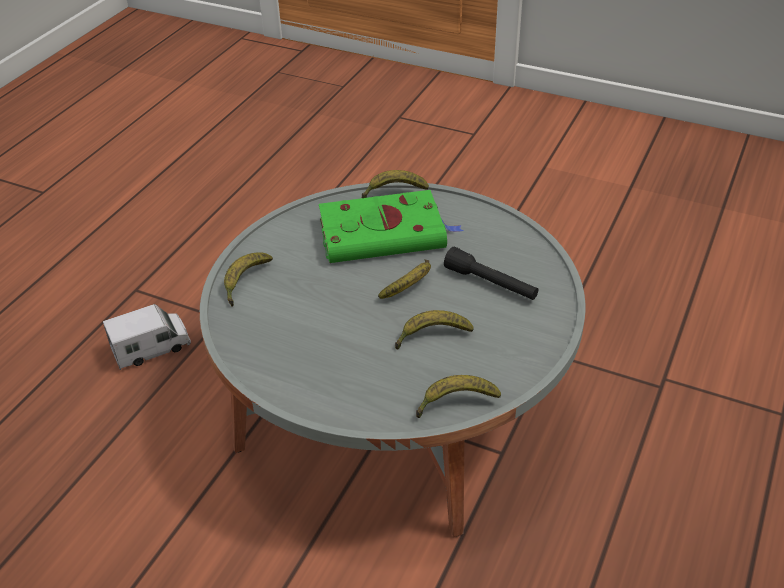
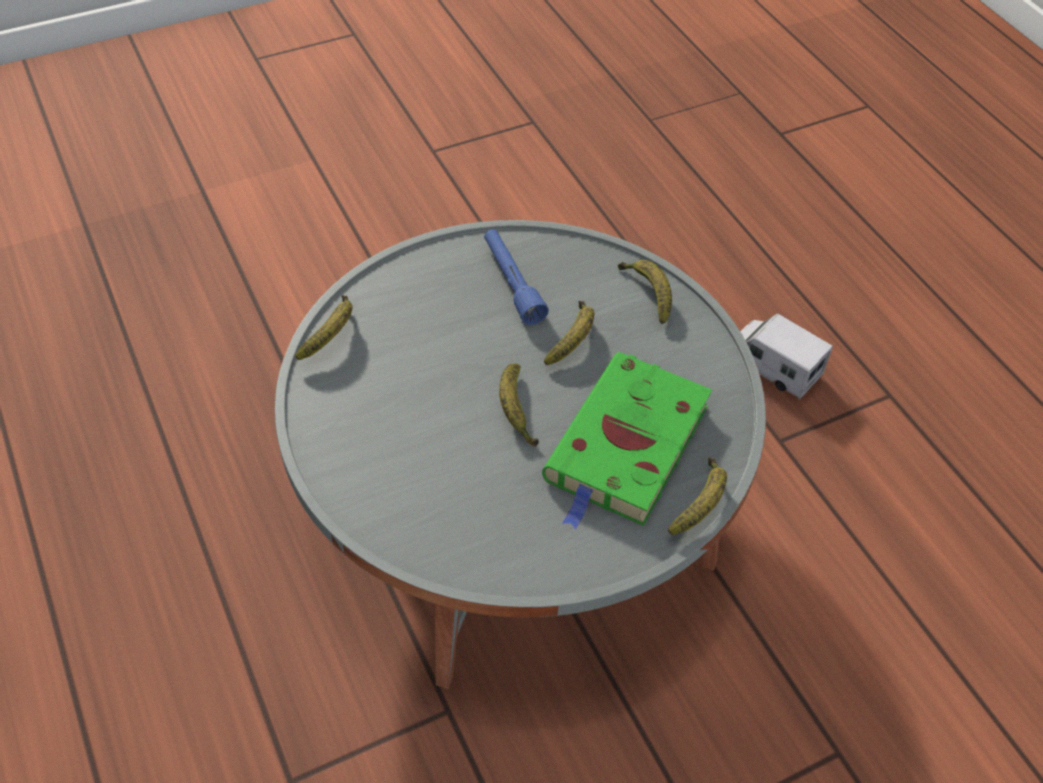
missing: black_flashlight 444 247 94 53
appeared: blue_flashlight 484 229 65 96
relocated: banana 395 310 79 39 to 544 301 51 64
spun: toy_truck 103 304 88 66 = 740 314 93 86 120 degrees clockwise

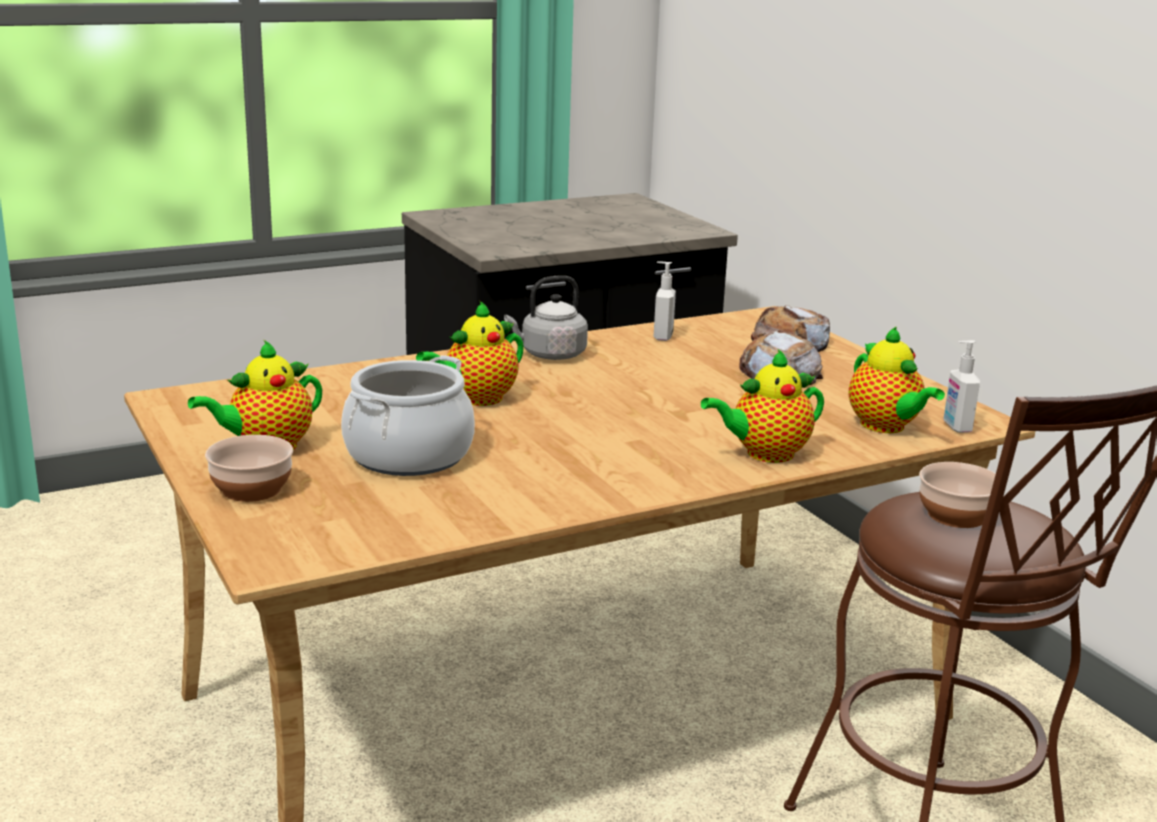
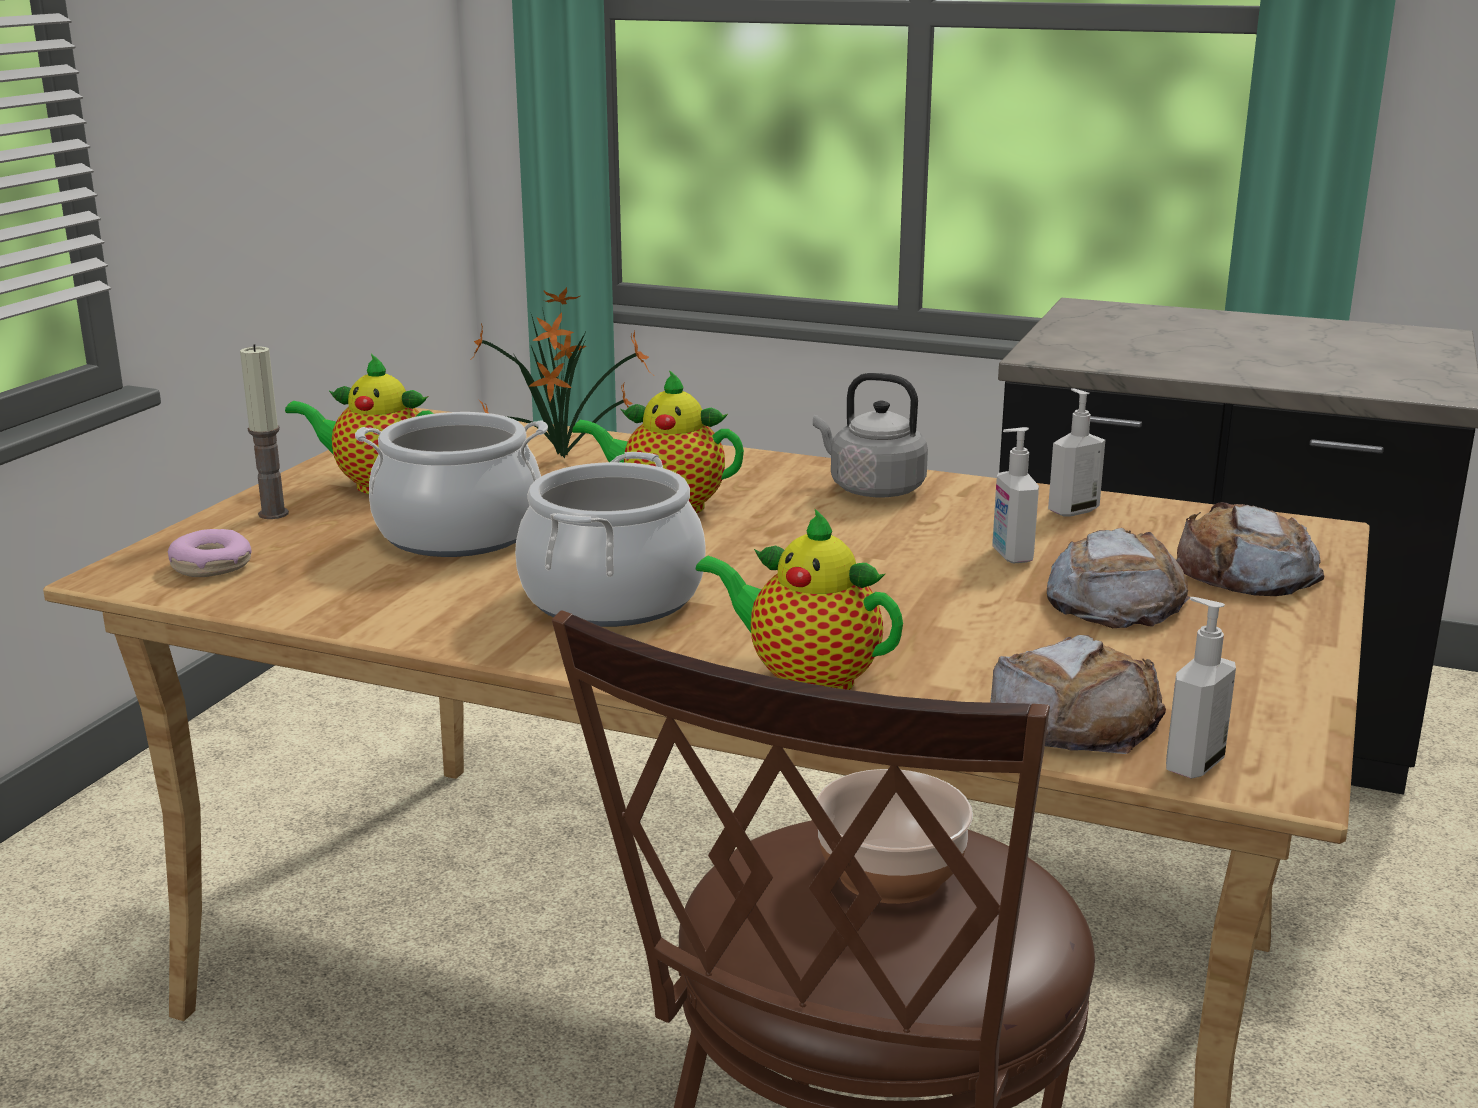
appeared: potted_plant 472 287 181 171; soap_dispenser 992 427 47 137; cooking_pot 515 452 190 175; donut 168 529 84 48
exchanged: teapot 849 327 96 106 to bread 990 635 176 119; bowl 205 435 88 67 to candle 240 344 49 175

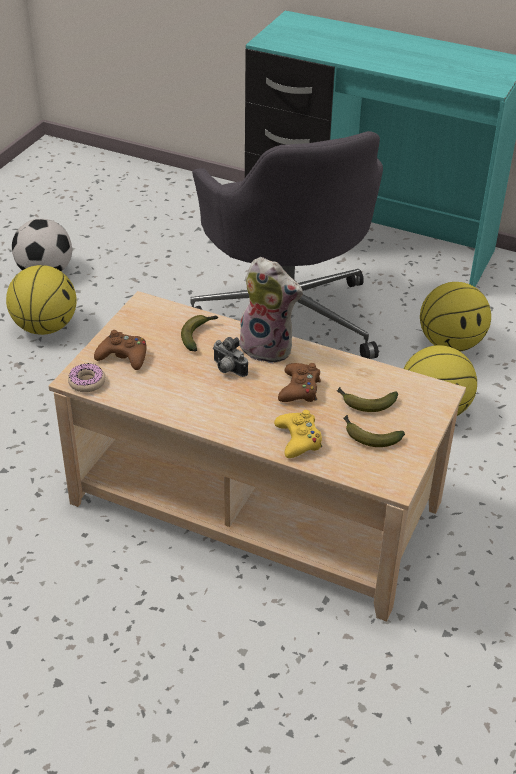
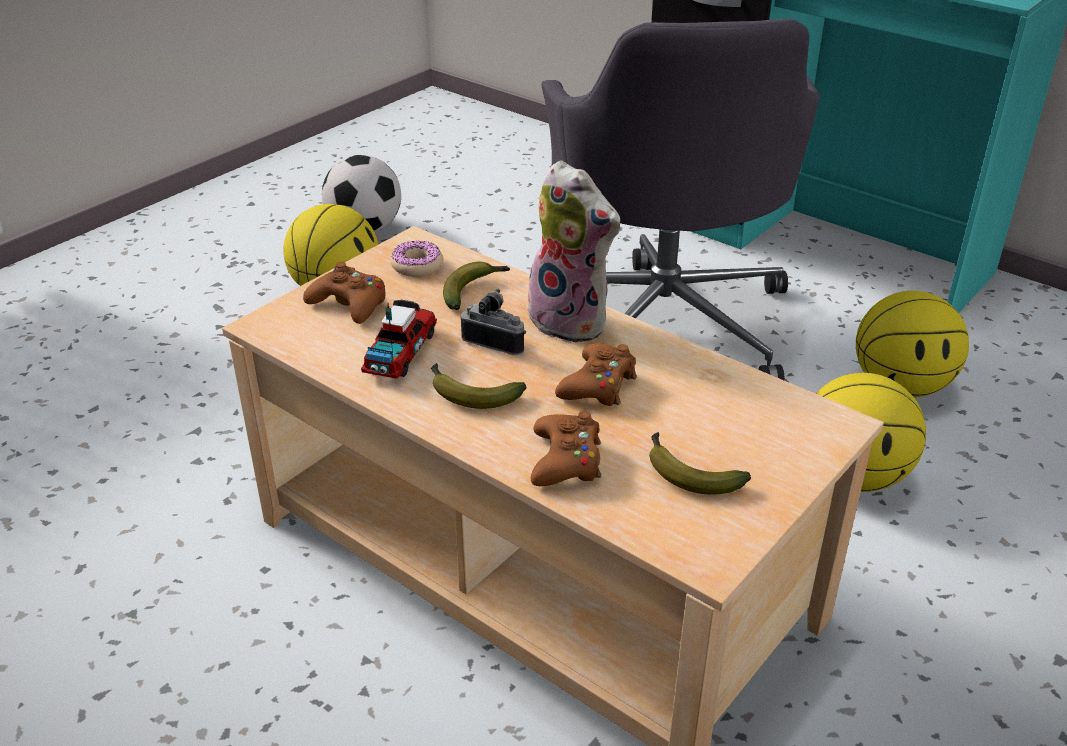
appeared: toy_truck 361 300 76 79
relocated: donut 68 363 38 29 to 390 241 53 36; banana 337 387 61 25 to 431 363 95 46
colour: yellow_game_controller 274 410 48 48 to brown_game_controller 531 411 70 75
spun: photo_camera 213 337 35 40 = 461 289 65 66 150 degrees clockwise

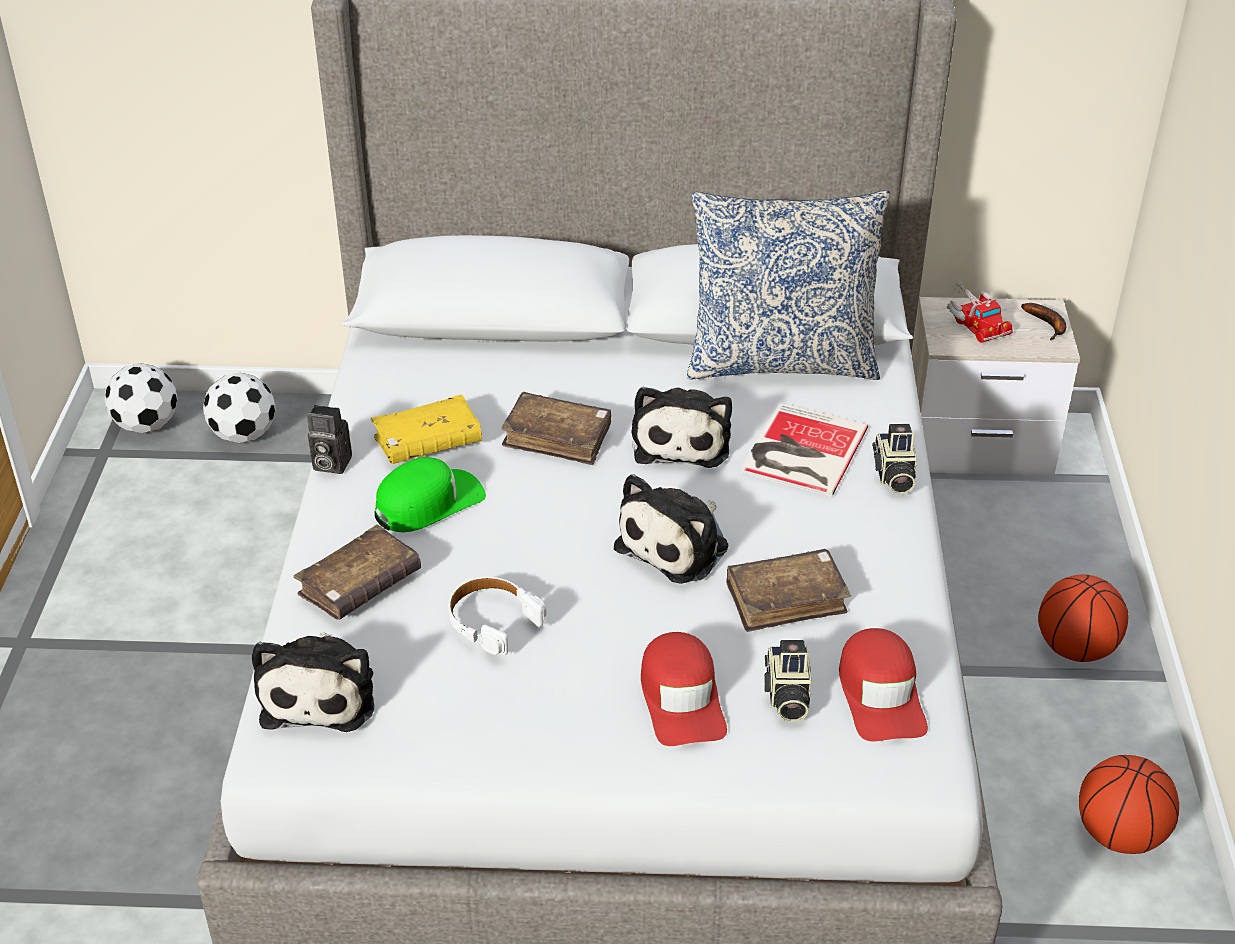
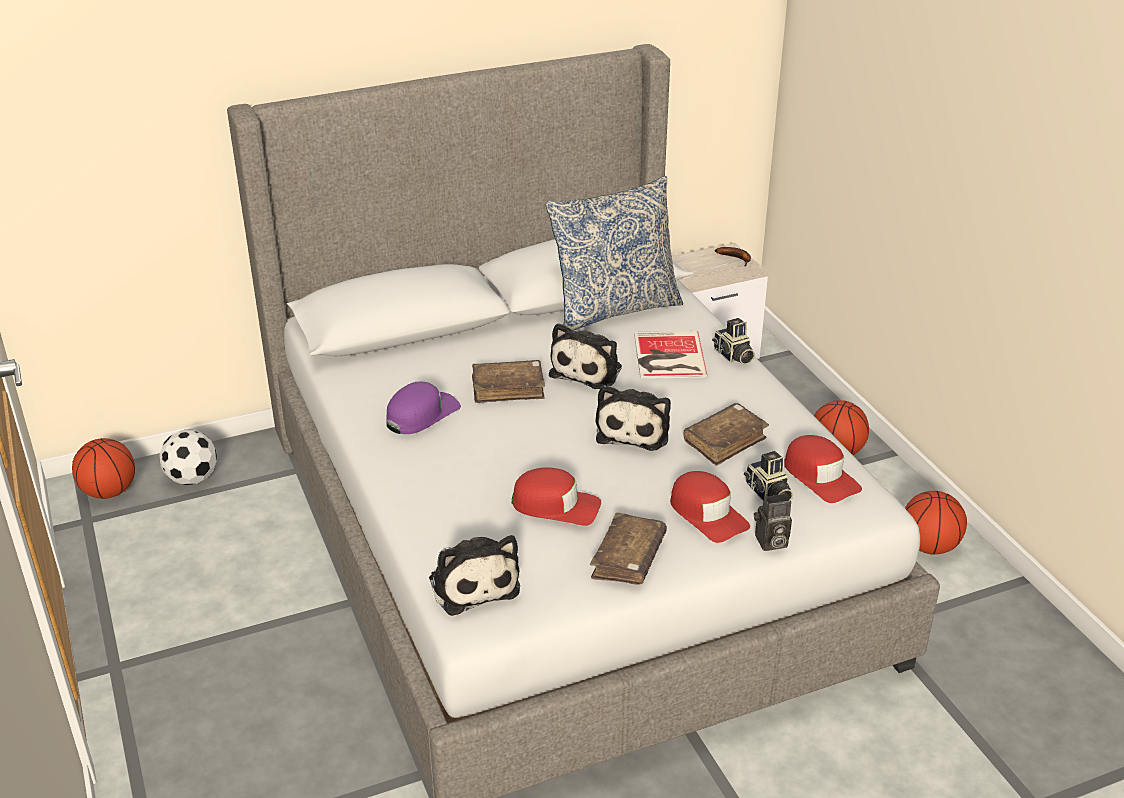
missing: toy_truck 947 282 66 61; green_cap 374 457 112 75
relocated: photo_camera 307 405 45 69 to 754 494 38 57; brown_book 293 525 128 95 to 590 512 77 73
exchanged: football 105 363 72 70 to basketball 72 438 63 61; yellow_book 371 394 112 70 to purple_cap 386 382 75 52; white_headphones 449 577 98 78 to red_cap 512 467 89 59
spun: plush_toy 631 387 101 81 = 549 323 73 66 45 degrees clockwise

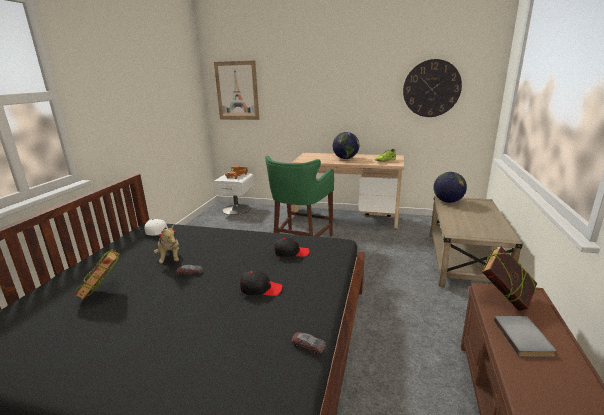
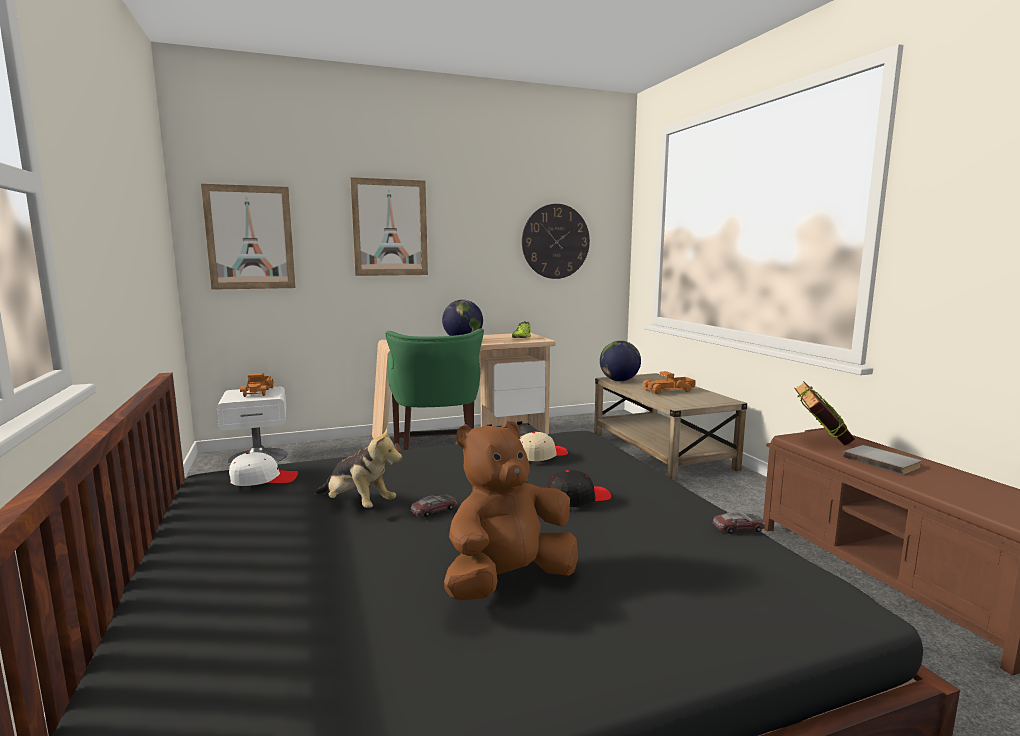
missing: book 74 249 46 51
appeared: picture 350 177 78 99; toy_truck 643 371 53 23; brown_plush_toy 444 421 134 180
colour: black_cap 274 238 36 19 to beige_cap 519 432 49 29

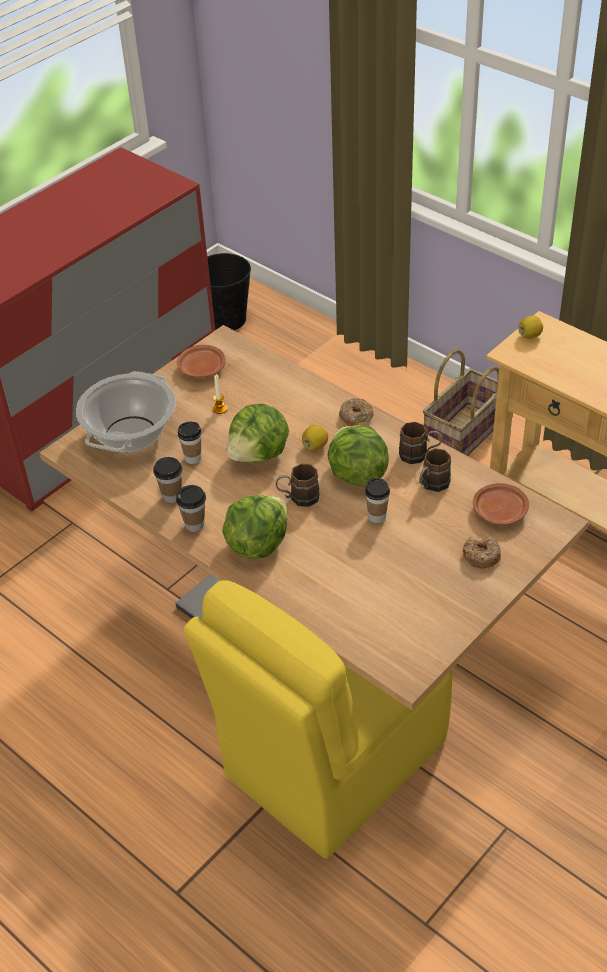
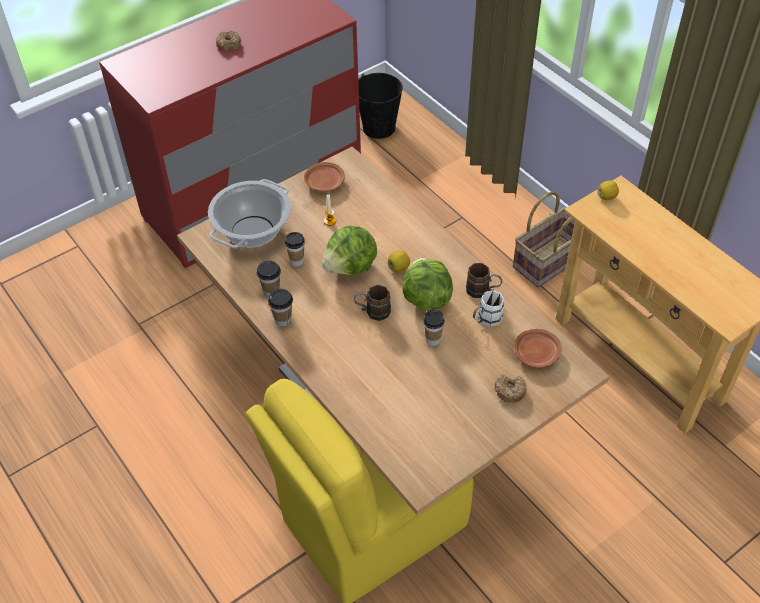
missing: lettuce 222 495 65 64
relocated: donut 339 398 34 28 to 216 31 25 21
colour: brown_mug 419 448 32 44 to white_mug 473 290 31 37

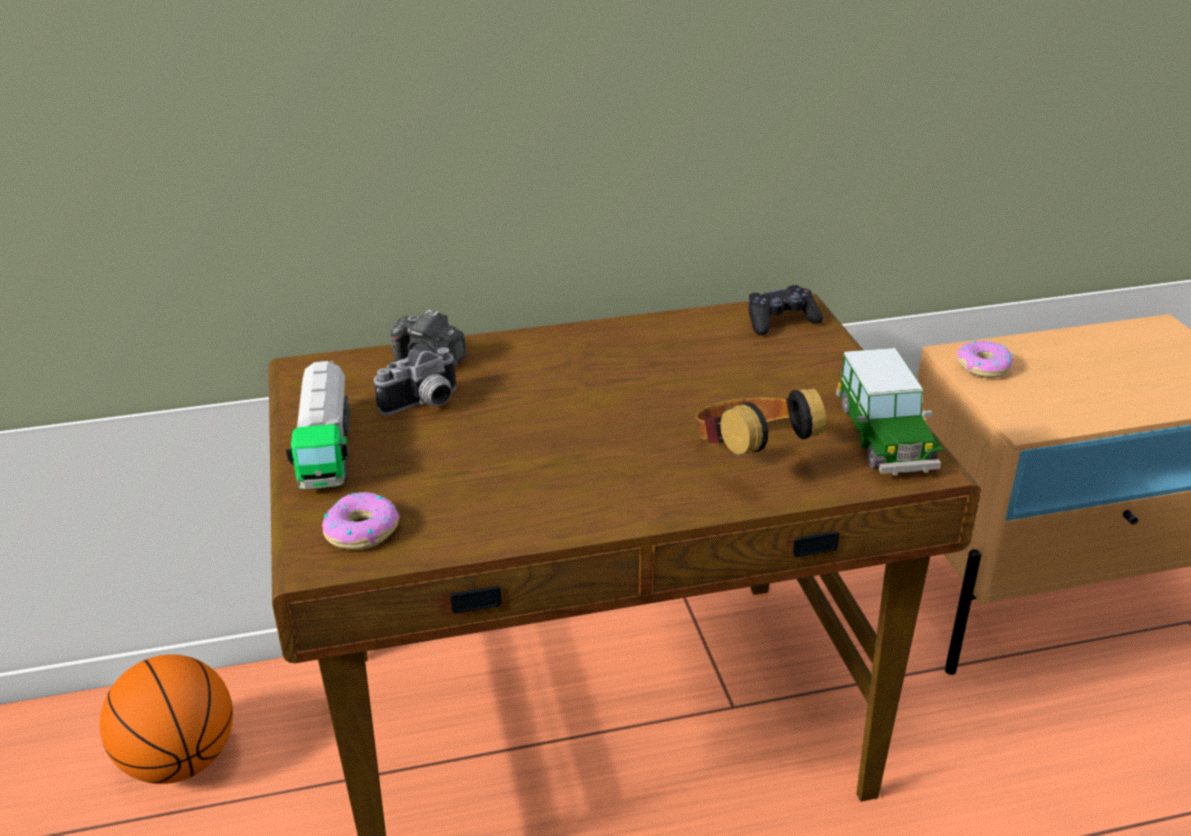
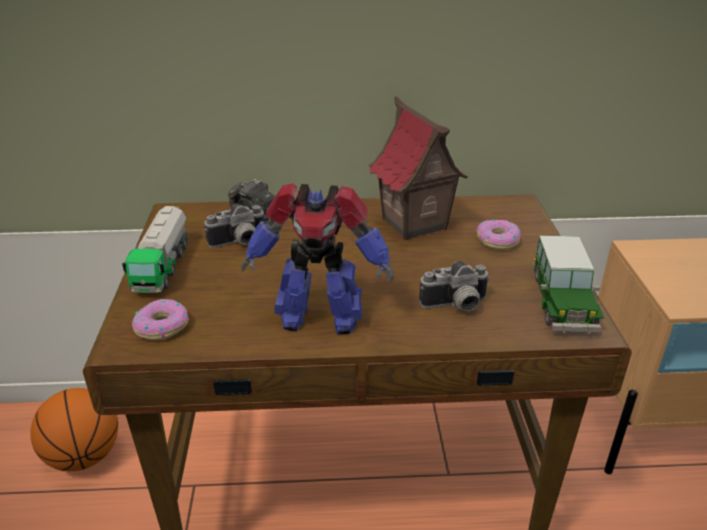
missing: black_game_controller 748 285 75 50
appeared: toy_house 368 96 100 144; toy_robot 241 183 153 152
relocated: donut 957 341 56 37 to 477 219 44 31
exchanged: headphones 695 387 131 69 to photo_camera 419 261 71 50

